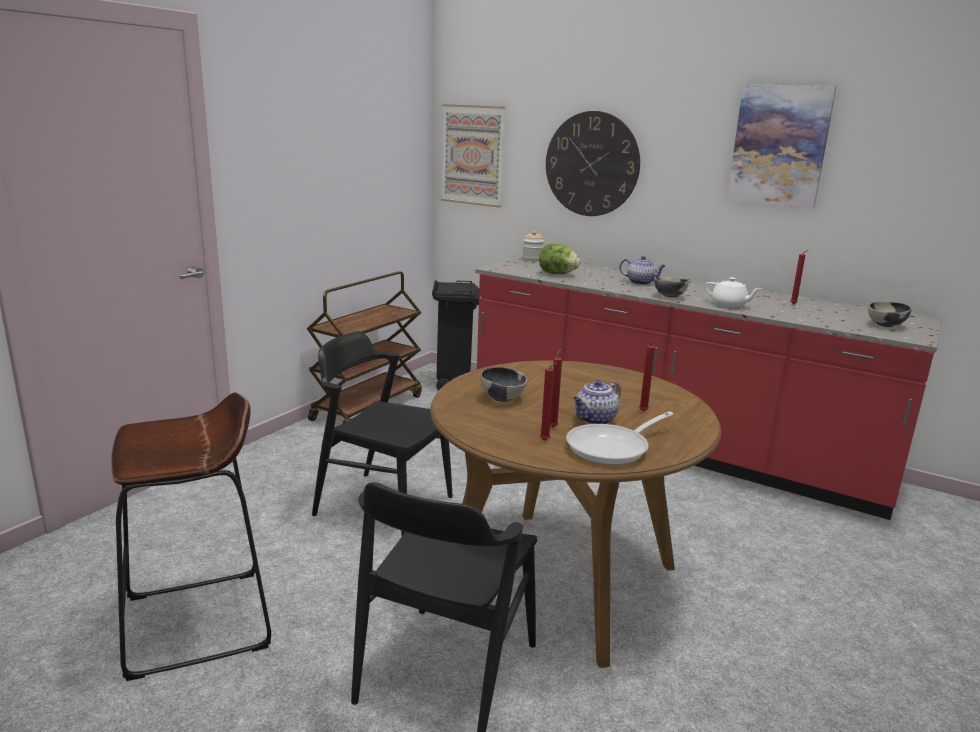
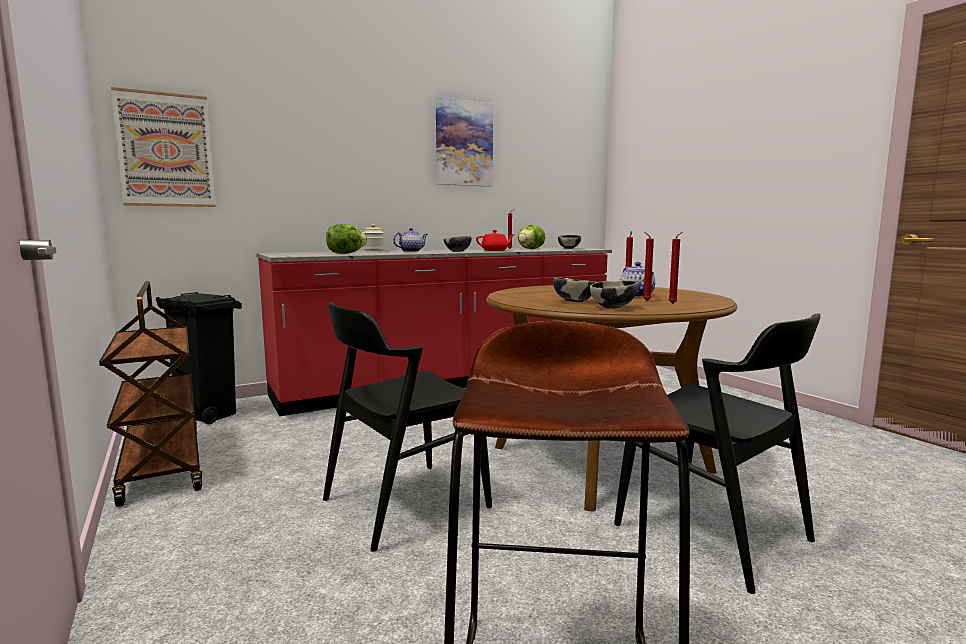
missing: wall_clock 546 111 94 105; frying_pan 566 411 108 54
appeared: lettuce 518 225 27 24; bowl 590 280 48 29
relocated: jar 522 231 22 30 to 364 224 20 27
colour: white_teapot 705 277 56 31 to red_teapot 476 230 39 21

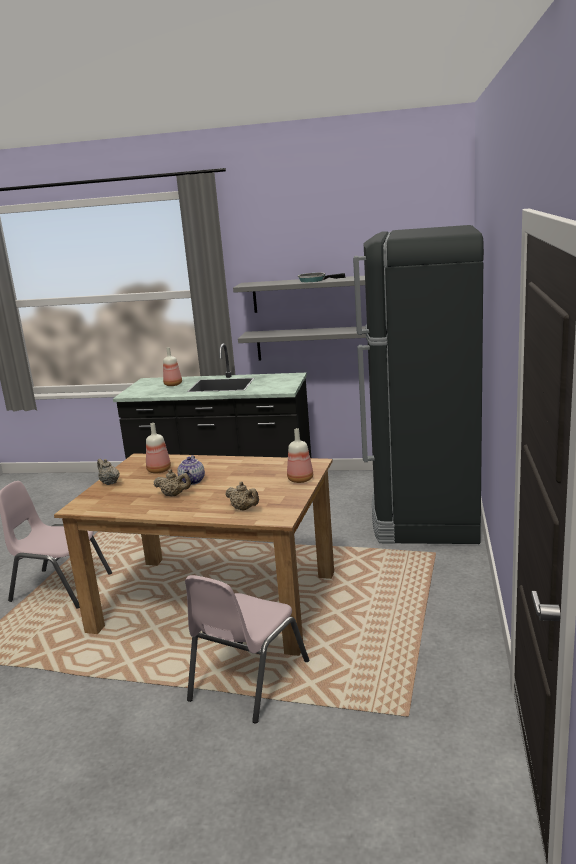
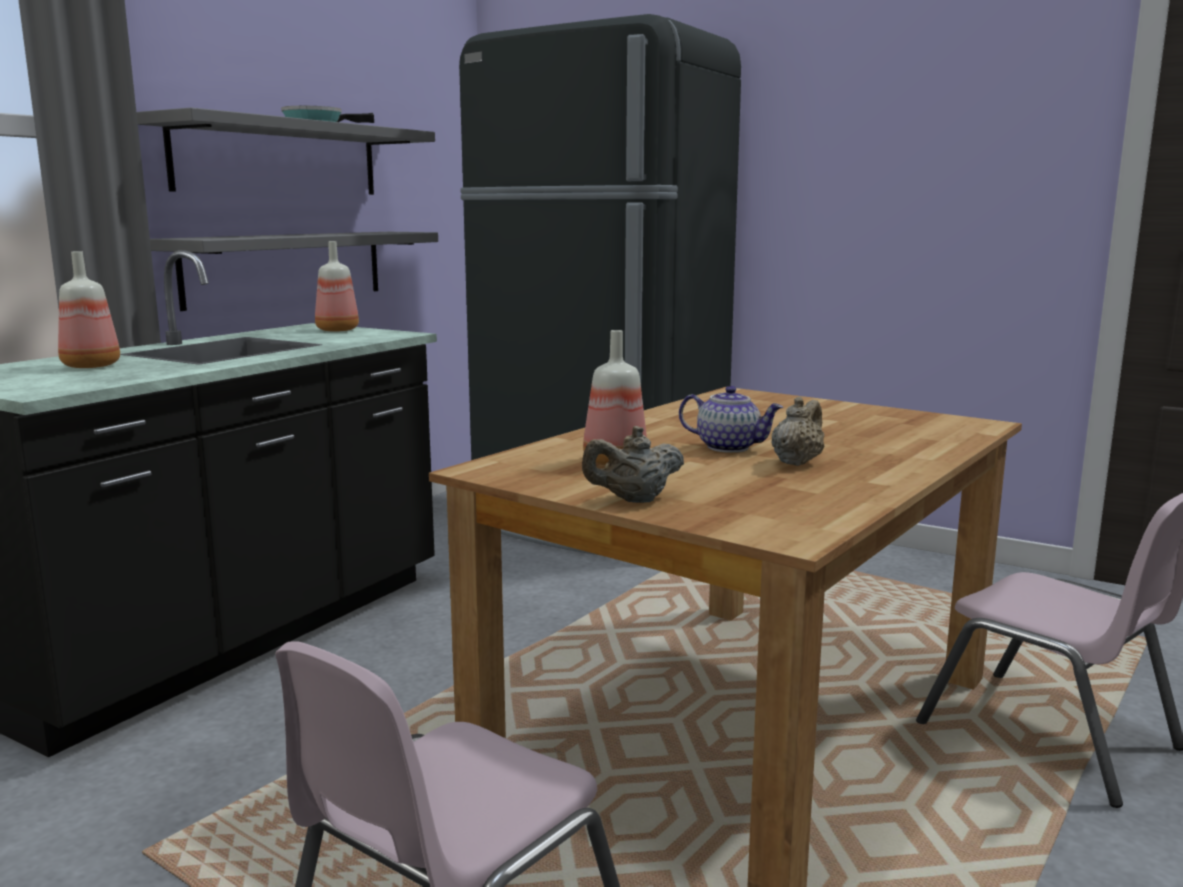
missing: beige_teapot 225 482 34 29
relocated: bottle 287 428 26 55 to 315 241 44 91

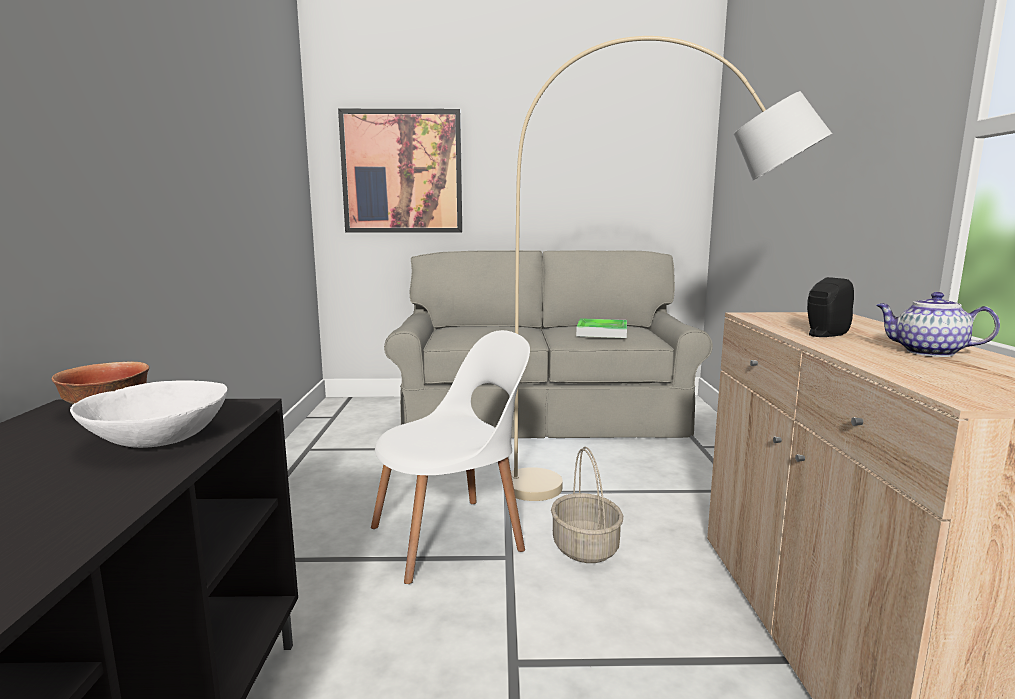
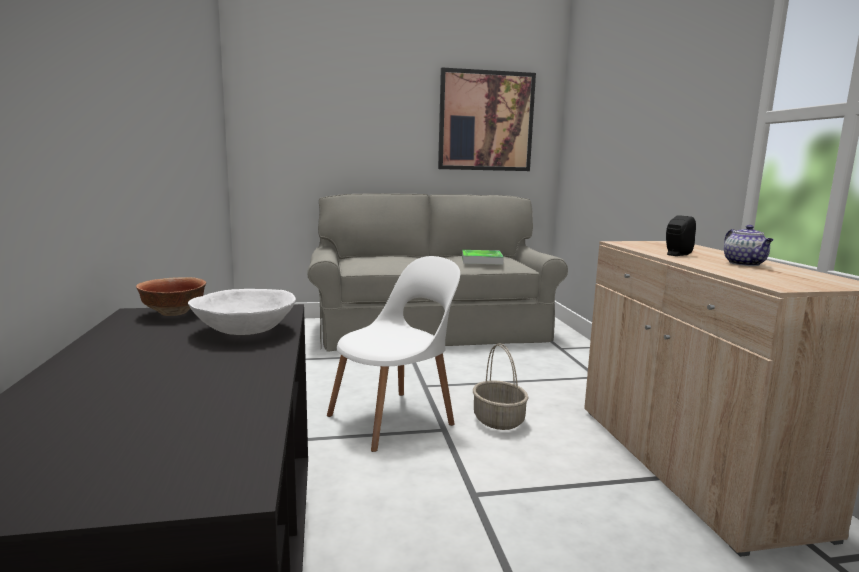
missing: beige_floor_lamp 511 36 322 465
relocated: picture 338 109 124 124 to 438 68 98 103
spun: teapot 876 292 124 65 = 724 225 50 41 120 degrees counterclockwise

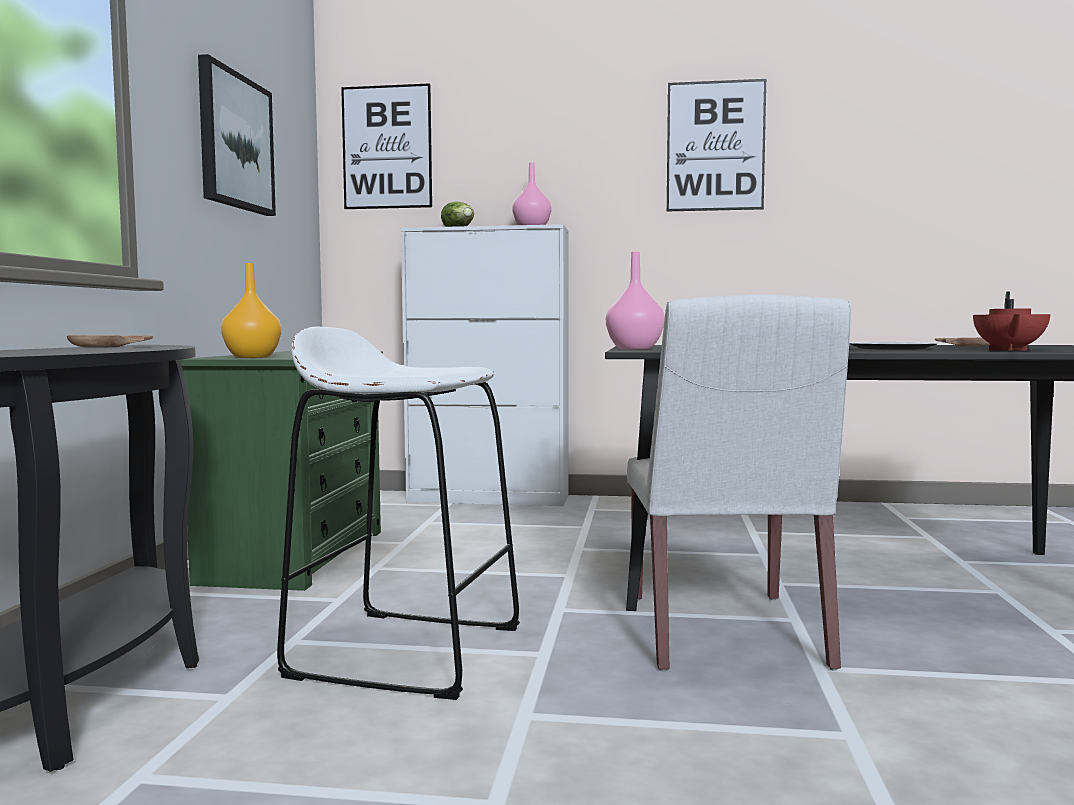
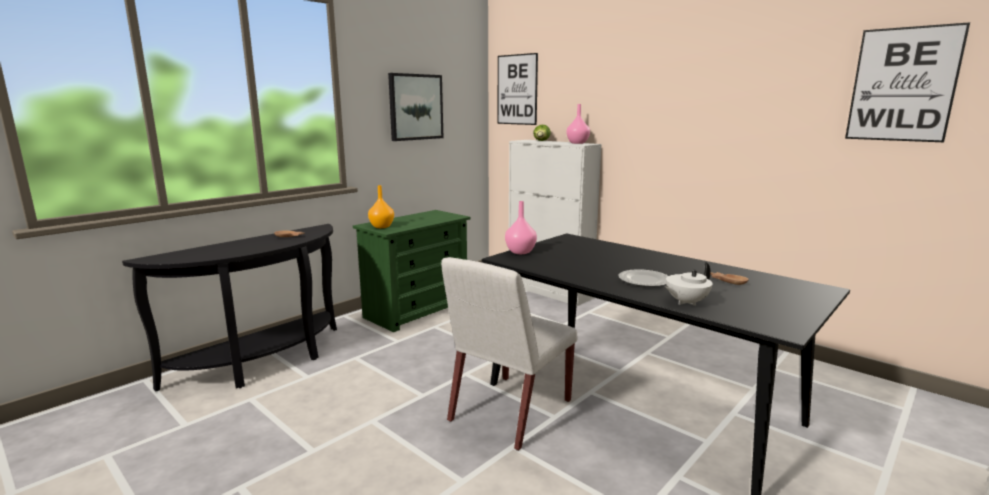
missing: white_stool 277 327 243 373
relocated: picture 667 79 99 132 to 845 22 125 120
colour: red_teapot 973 292 77 59 to white_teapot 665 262 48 44

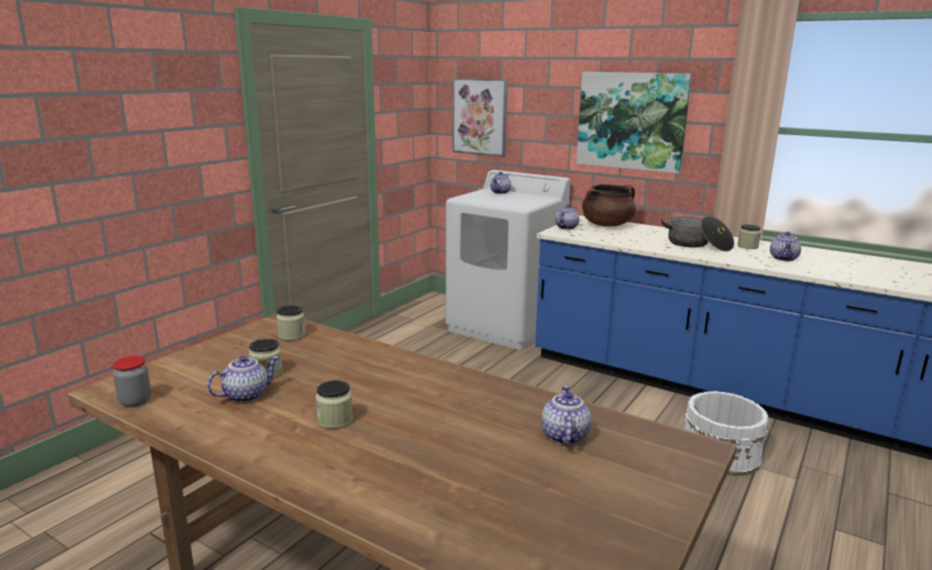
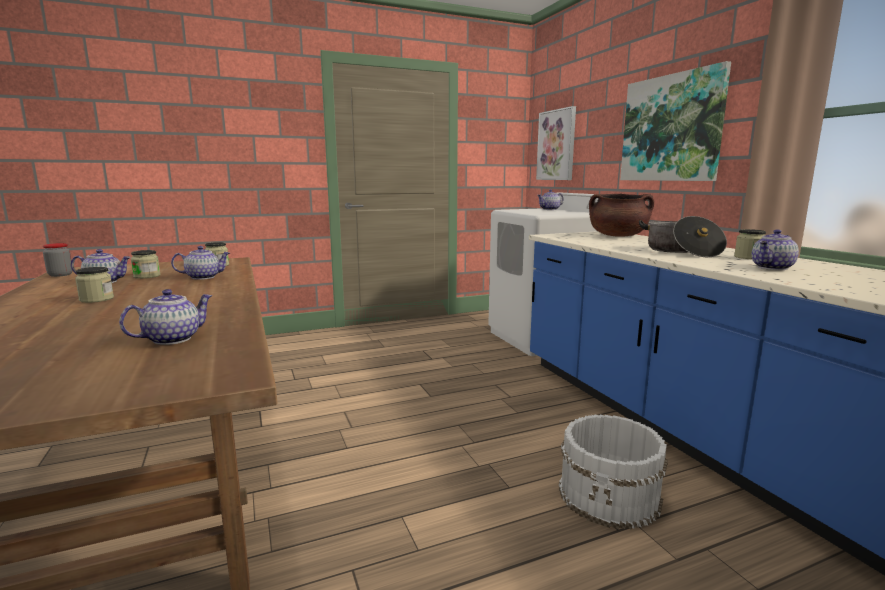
relocated: teapot 555 204 24 26 to 171 246 59 34

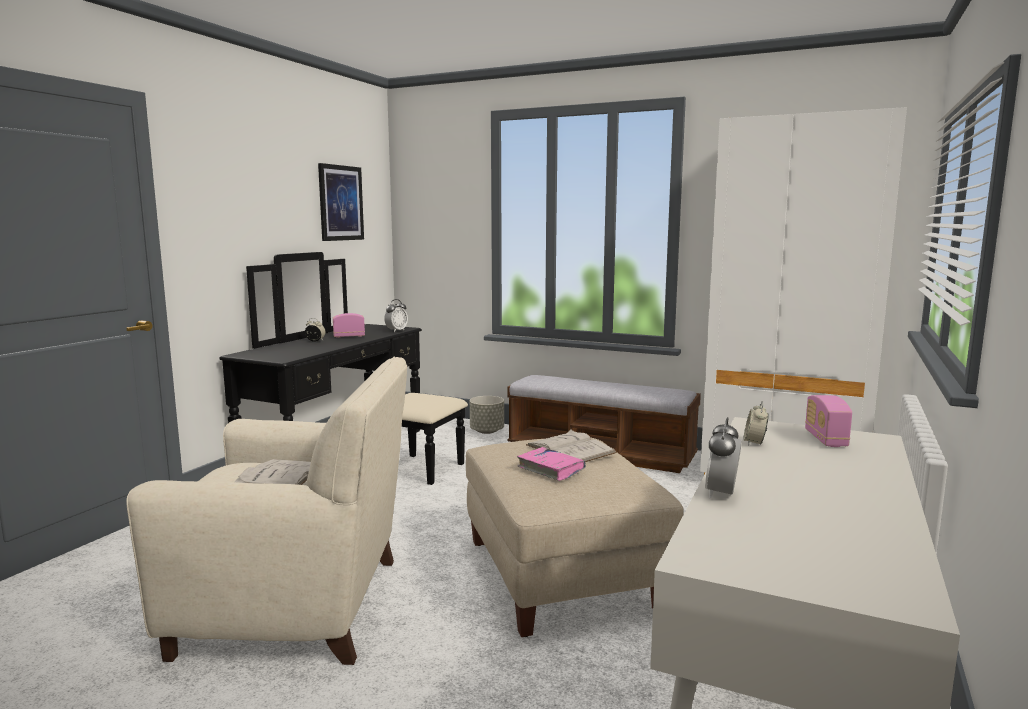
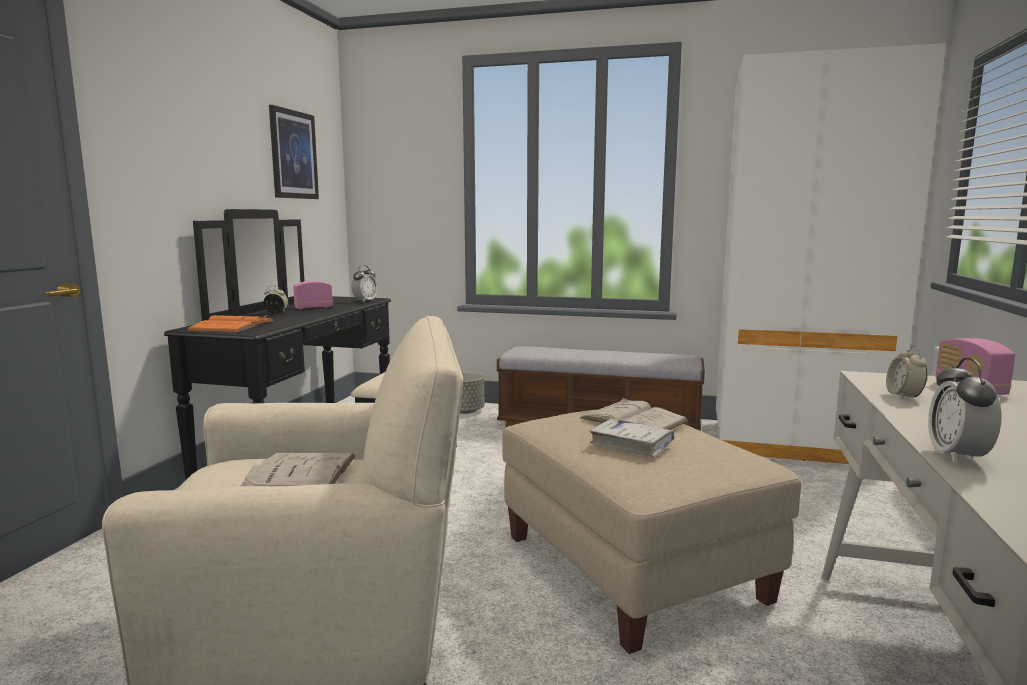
appeared: orange_book 186 314 89 19
colour: pink_book 517 447 69 34 to white_book 590 418 84 39

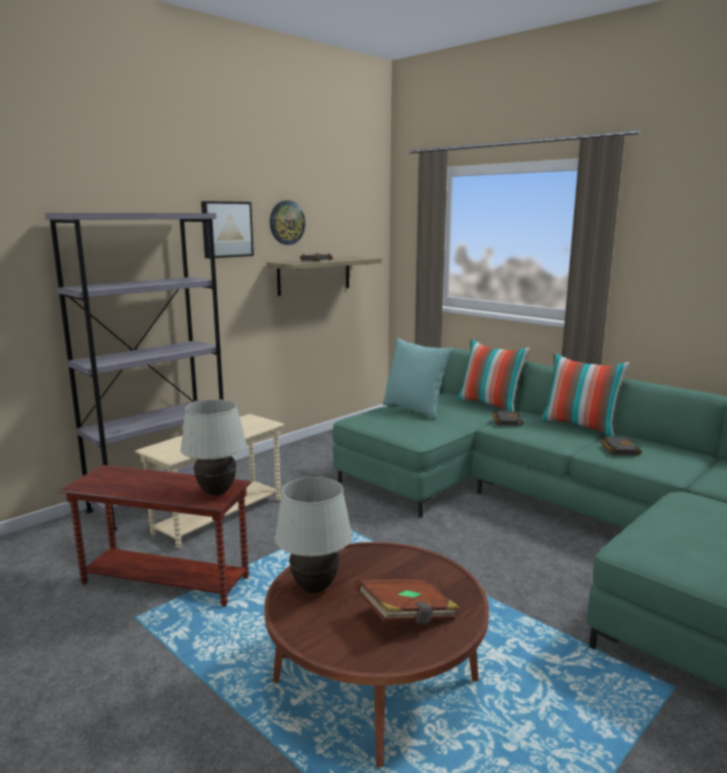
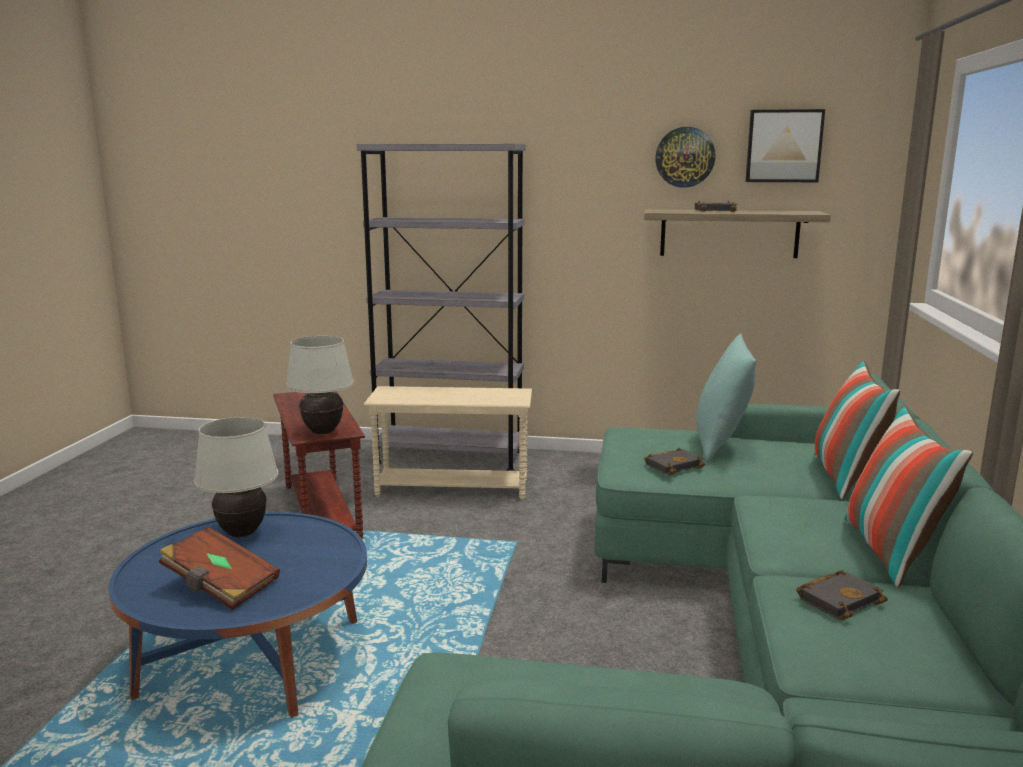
relocated: picture 201 201 53 58 to 745 109 80 73; black_book 492 410 32 16 to 644 448 61 27
colour: brown_coffee_table 264 542 225 225 to blue_coffee_table 108 512 259 206

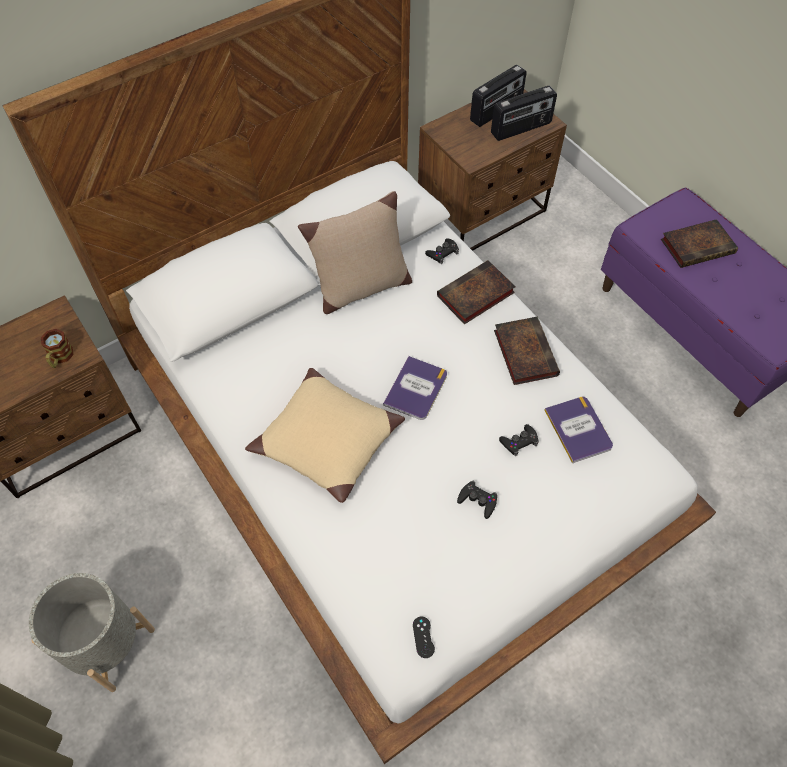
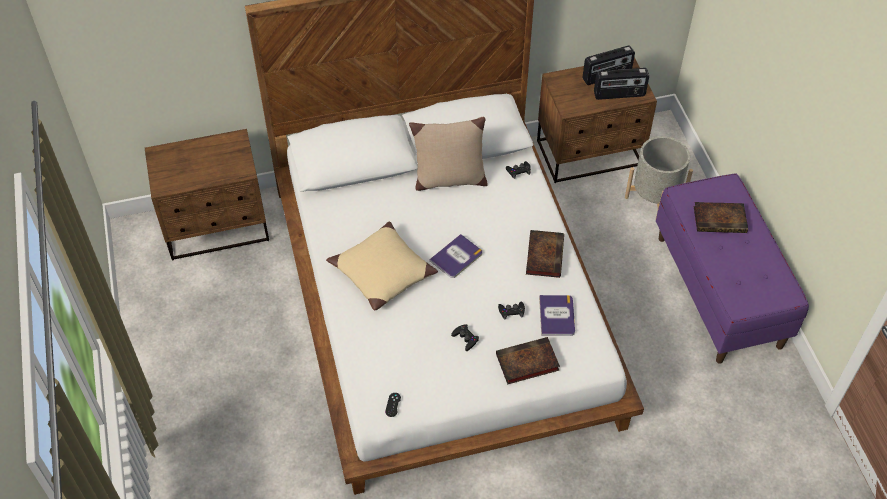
missing: mug 41 329 33 39
relocated: book 437 260 79 65 to 496 337 64 48; grey_planter 29 573 126 119 to 625 136 68 81

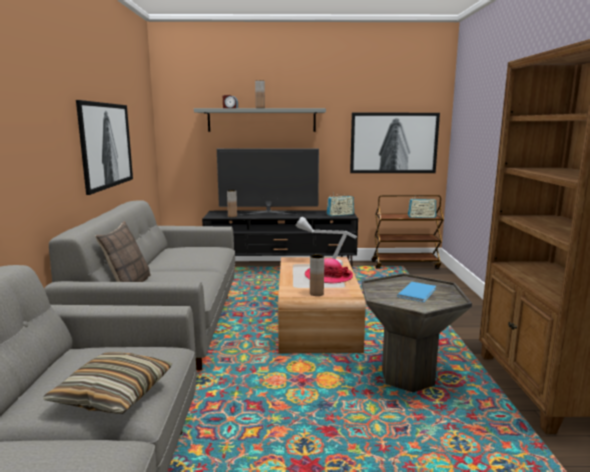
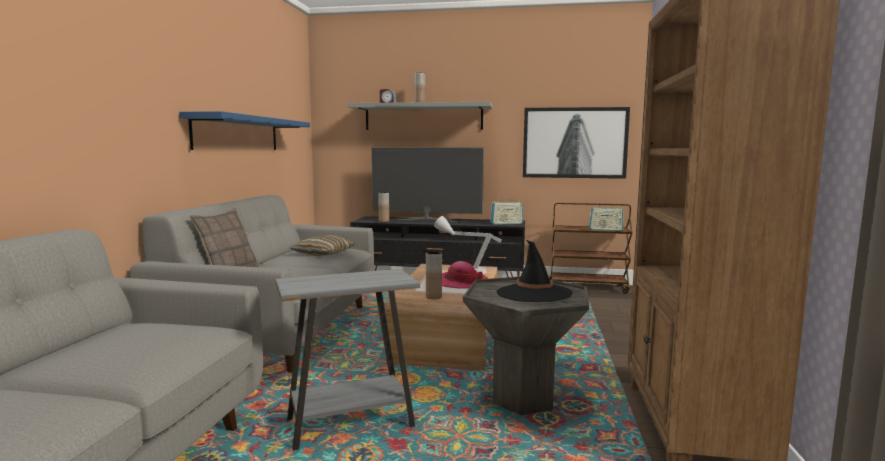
appeared: grey_side_table 276 269 144 181
relocated: pillow 43 352 130 62 to 289 235 66 21
exchanged: picture 76 100 57 95 to blue_shelf 179 111 131 39; blue_book 397 282 39 20 to black_hat 497 240 76 62

